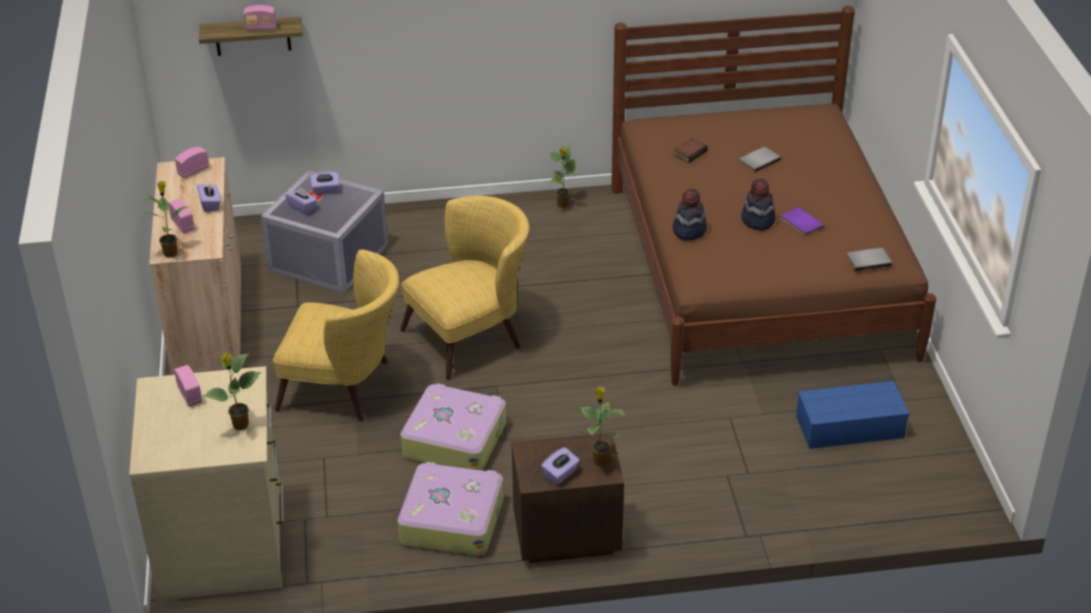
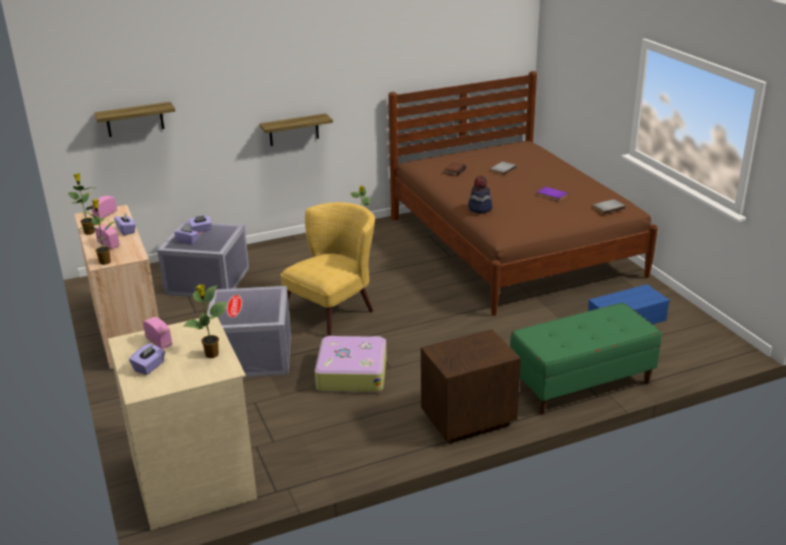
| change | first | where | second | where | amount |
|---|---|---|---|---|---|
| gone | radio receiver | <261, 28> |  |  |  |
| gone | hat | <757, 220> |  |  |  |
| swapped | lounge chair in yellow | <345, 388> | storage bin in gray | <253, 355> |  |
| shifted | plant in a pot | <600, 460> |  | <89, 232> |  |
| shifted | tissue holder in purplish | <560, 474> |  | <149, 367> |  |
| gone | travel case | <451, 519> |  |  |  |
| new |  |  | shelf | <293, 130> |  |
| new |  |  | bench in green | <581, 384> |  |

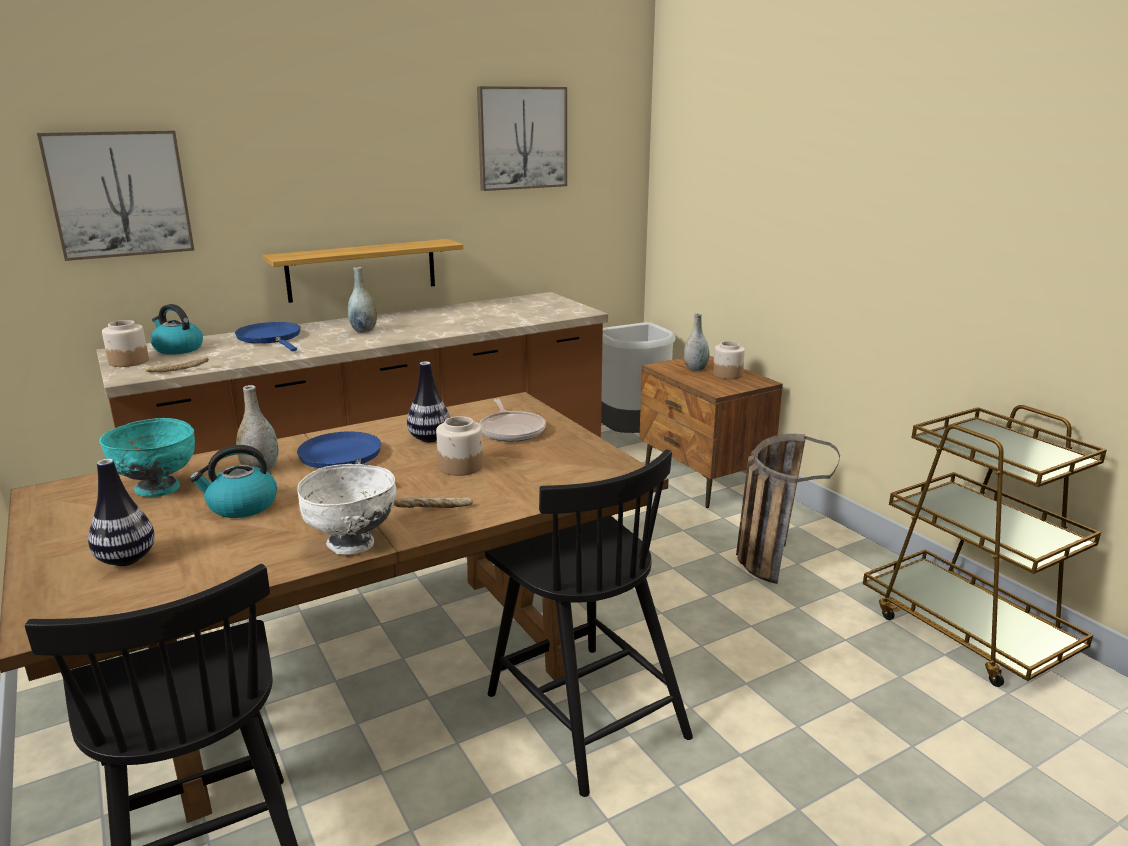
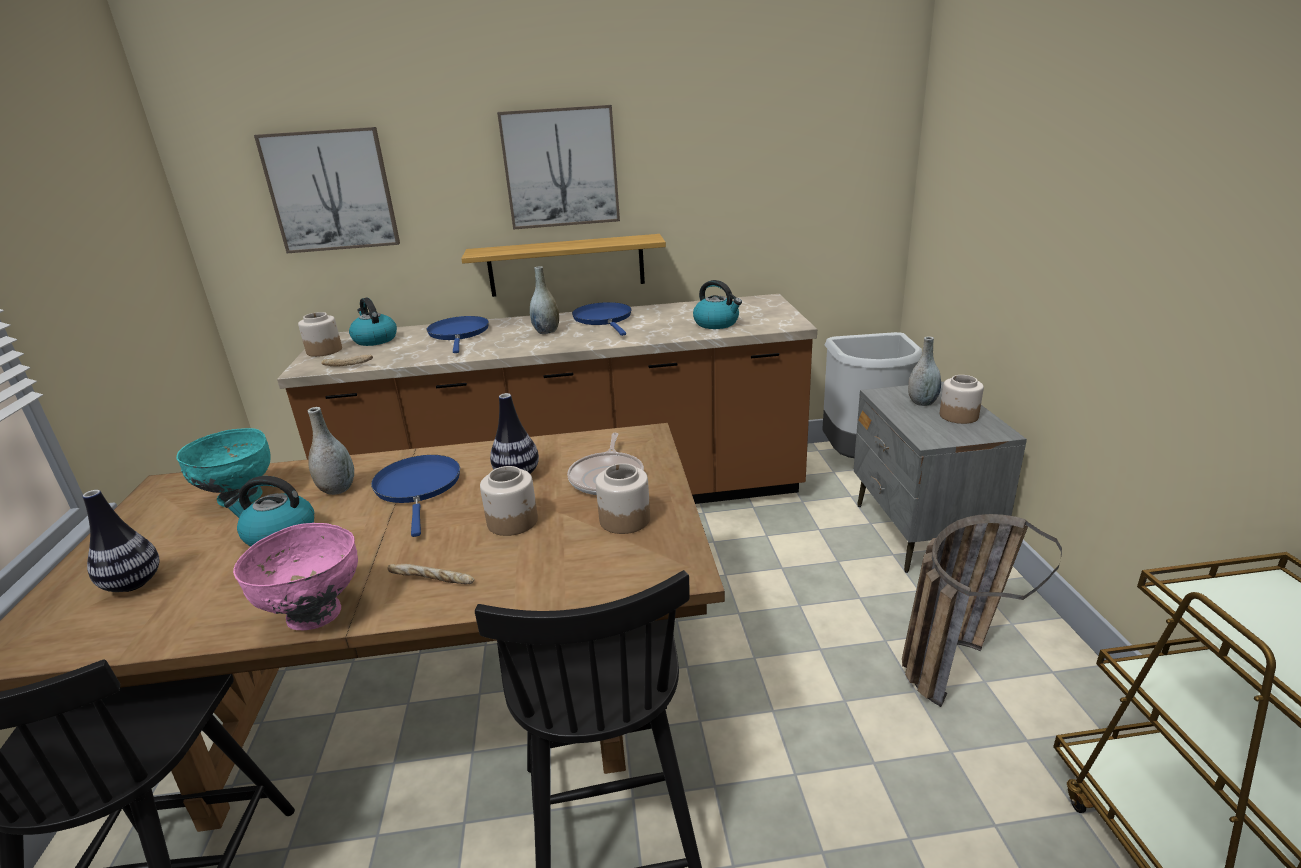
| change | first | where | second | where | amount |
|---|---|---|---|---|---|
| shifted | wall art | <522, 138> |  | <561, 168> |  |
| repainted | night table in brown | <702, 480> | night table in gray | <919, 532> |  |
| repainted | deep dish in white | <352, 545> | deep dish in pink | <315, 615> |  |
| new |  |  | water kettle | <717, 323> |  |
| new |  |  | pan in blue-coloured | <604, 319> |  |
| new |  |  | storage jar | <624, 519> |  |

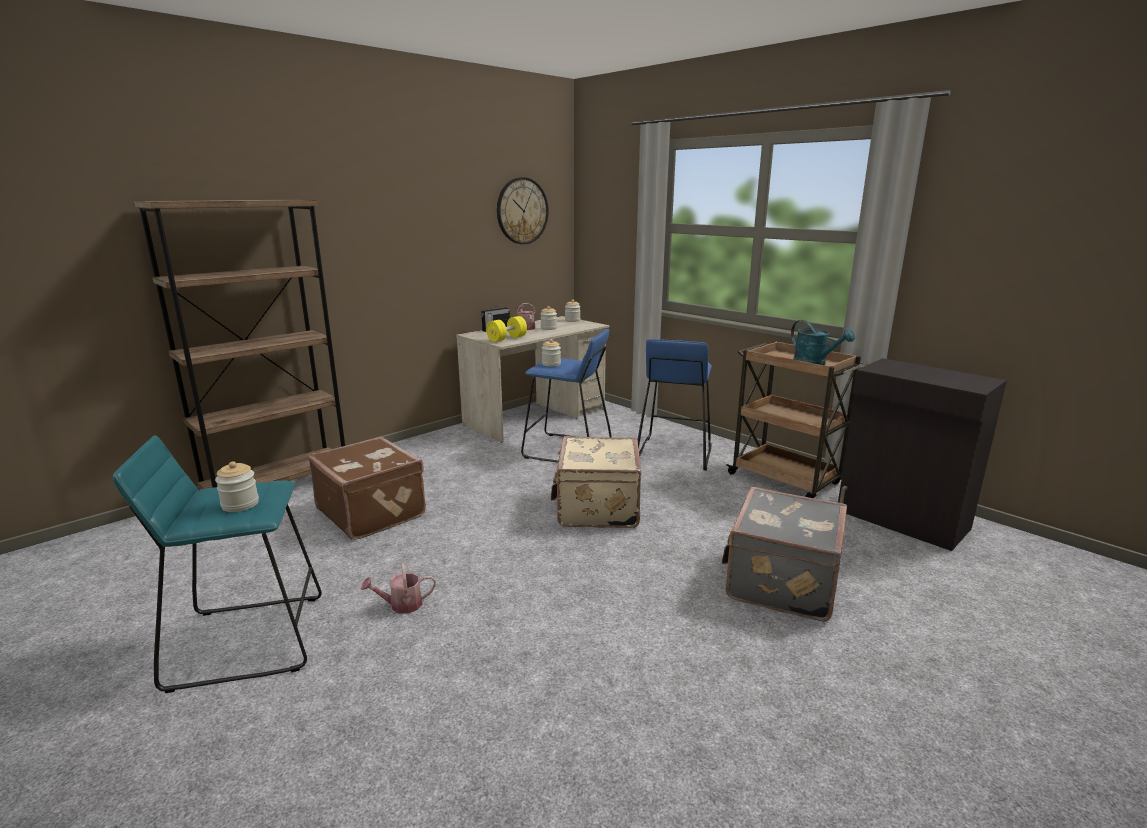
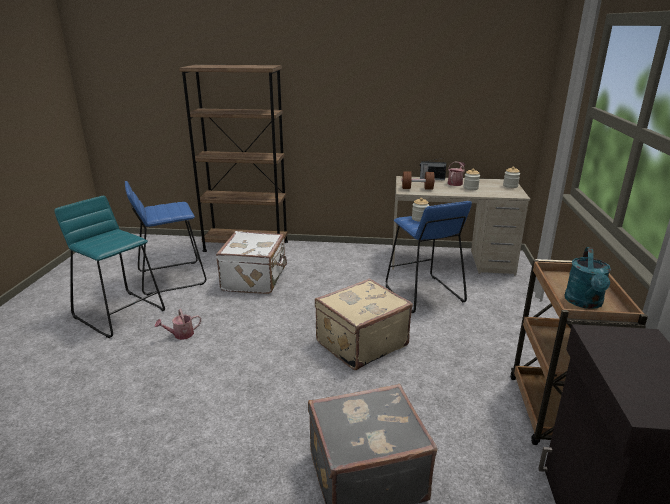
| change | first | where | second | where | amount |
|---|---|---|---|---|---|
| gone | wall clock | <522, 211> |  |  |  |
| repainted | free weight in yellow | <507, 339> | free weight in brown | <417, 188> |  |
| shifted | stool in blue-coloured | <673, 453> |  | <171, 277> |  |
| repainted | travel case in brown | <372, 512> | travel case in white | <255, 279> |  |
| gone | storage jar | <240, 504> |  |  |  |
| rotated | watering pot | <401, 605> |  | <180, 335> | 60 degrees counterclockwise |

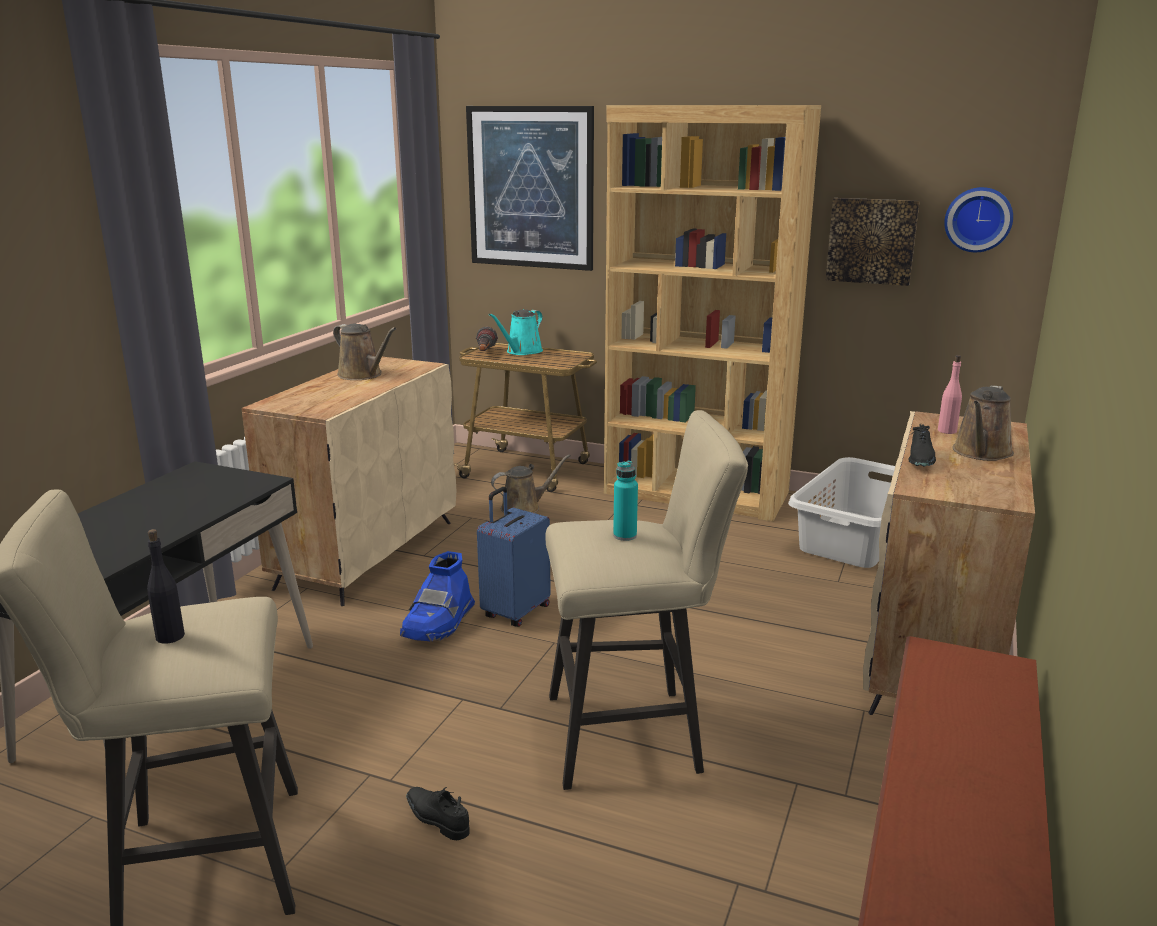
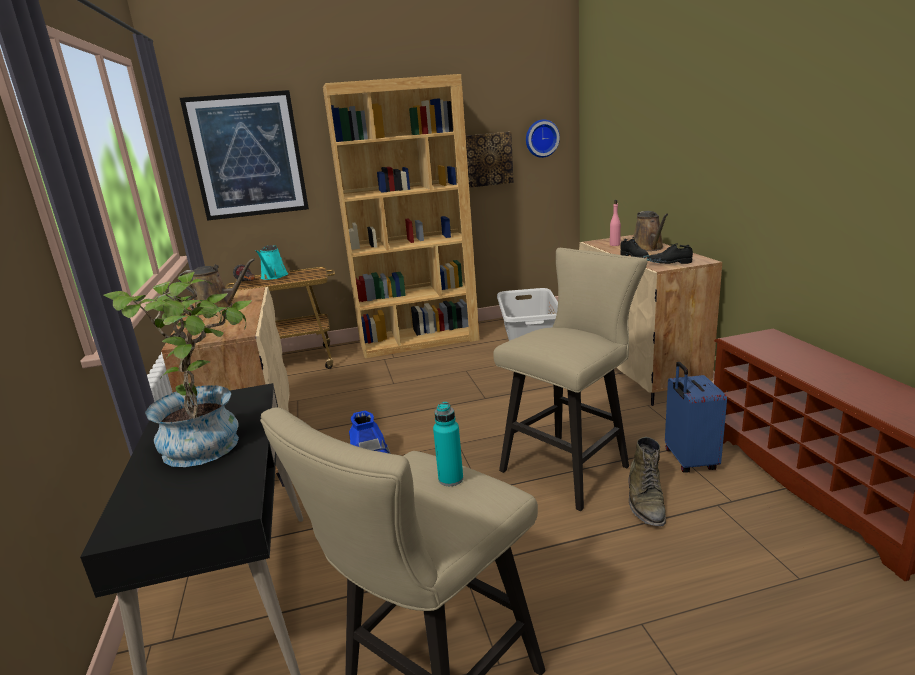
| change | first | where | second | where | amount |
|---|---|---|---|---|---|
| gone | watering pot in brown | <524, 507> |  |  |  |
| shifted | bottle in turquoise-coloured | <625, 536> |  | <451, 479> |  |
| shifted | travel case in blue-coloured | <515, 612> |  | <689, 461> |  |
| gone | bottle in blackish | <170, 636> |  |  |  |
| shifted | shoe in blackish | <437, 819> |  | <669, 263> |  |
| new |  |  | plant in a pot | <211, 441> |  |
| new |  |  | tall boot in green | <645, 501> |  |

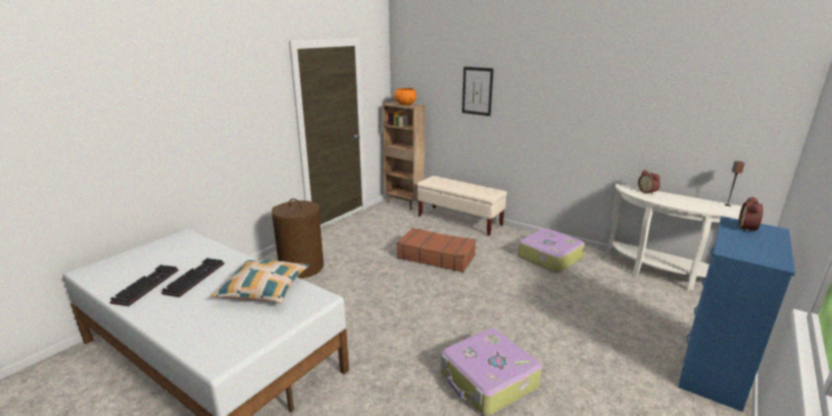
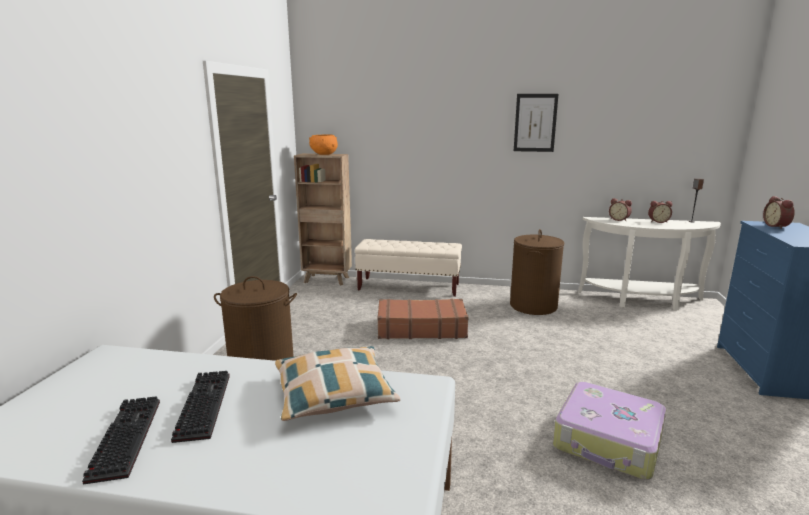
| change | first | where | second | where | amount |
|---|---|---|---|---|---|
| shifted | wall art | <477, 91> |  | <535, 123> |  |
| swapped | travel case | <548, 257> | washing basket in brown | <533, 306> |  |
| new |  |  | bedside clock | <658, 221> |  |

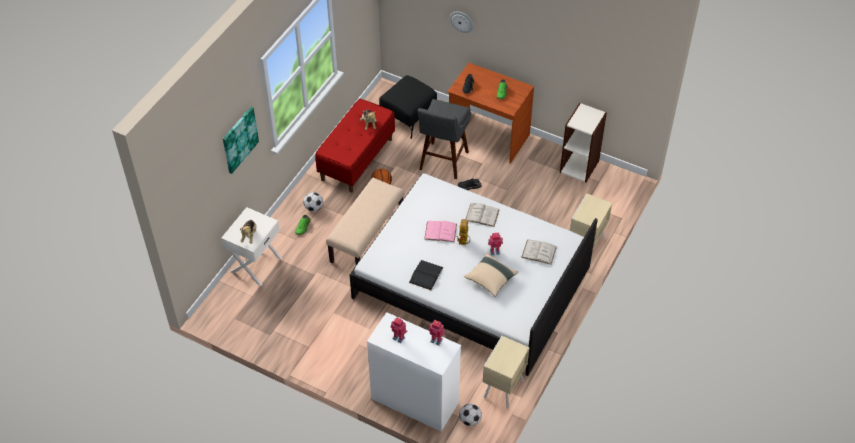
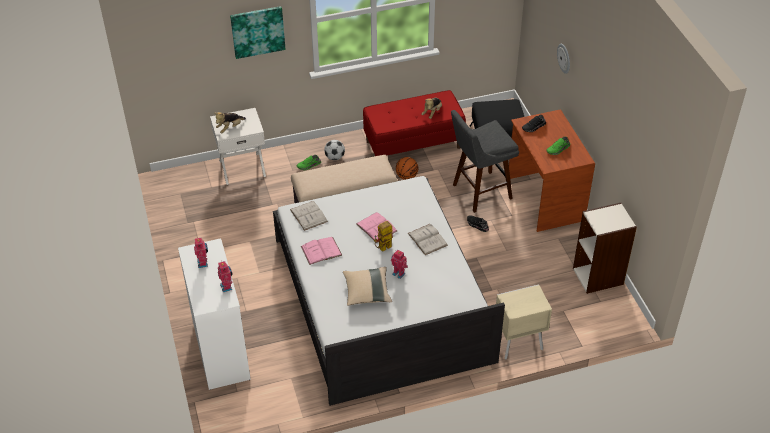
| change | first | where | second | where | amount |
|---|---|---|---|---|---|
| shifted | book in white | <539, 252> |  | <308, 215> |  |
| repainted | book in blackish | <426, 275> | book in pink | <321, 251> |  |
| gone | night table in beige | <502, 389> |  |  |  |
| gone | football ball | <470, 420> |  |  |  |

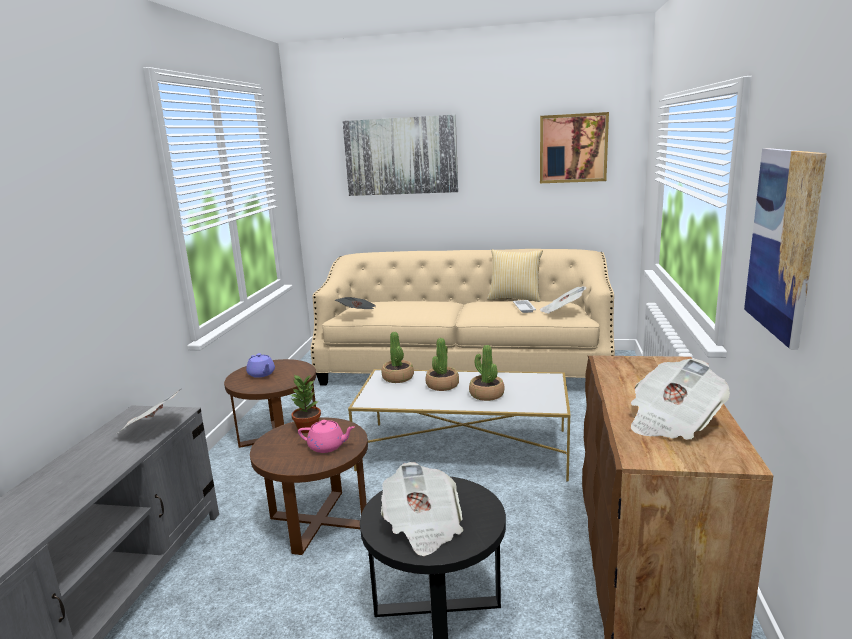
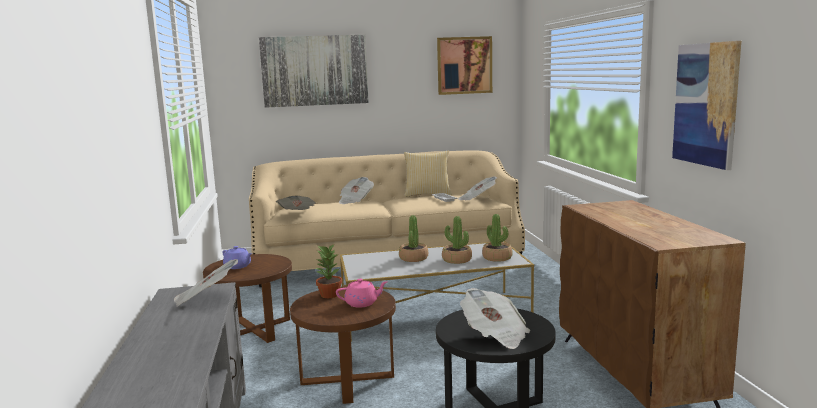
| change | first | where | second | where | amount |
|---|---|---|---|---|---|
| shifted | plant in a pot | <398, 378> |  | <497, 258> |  |
| shifted | newspaper | <672, 422> |  | <355, 200> |  |

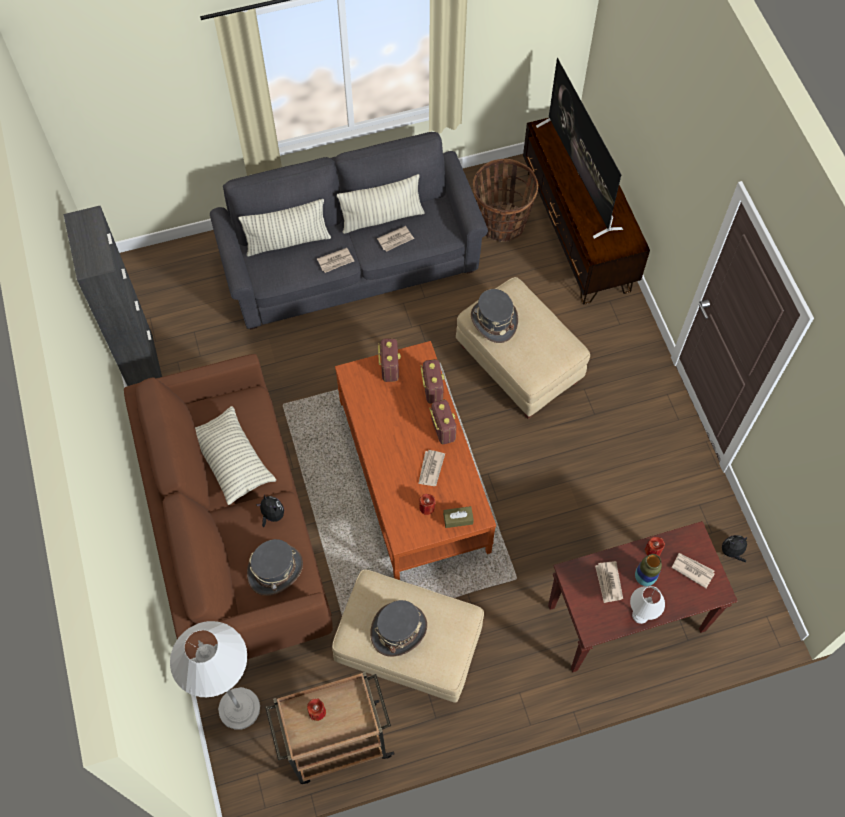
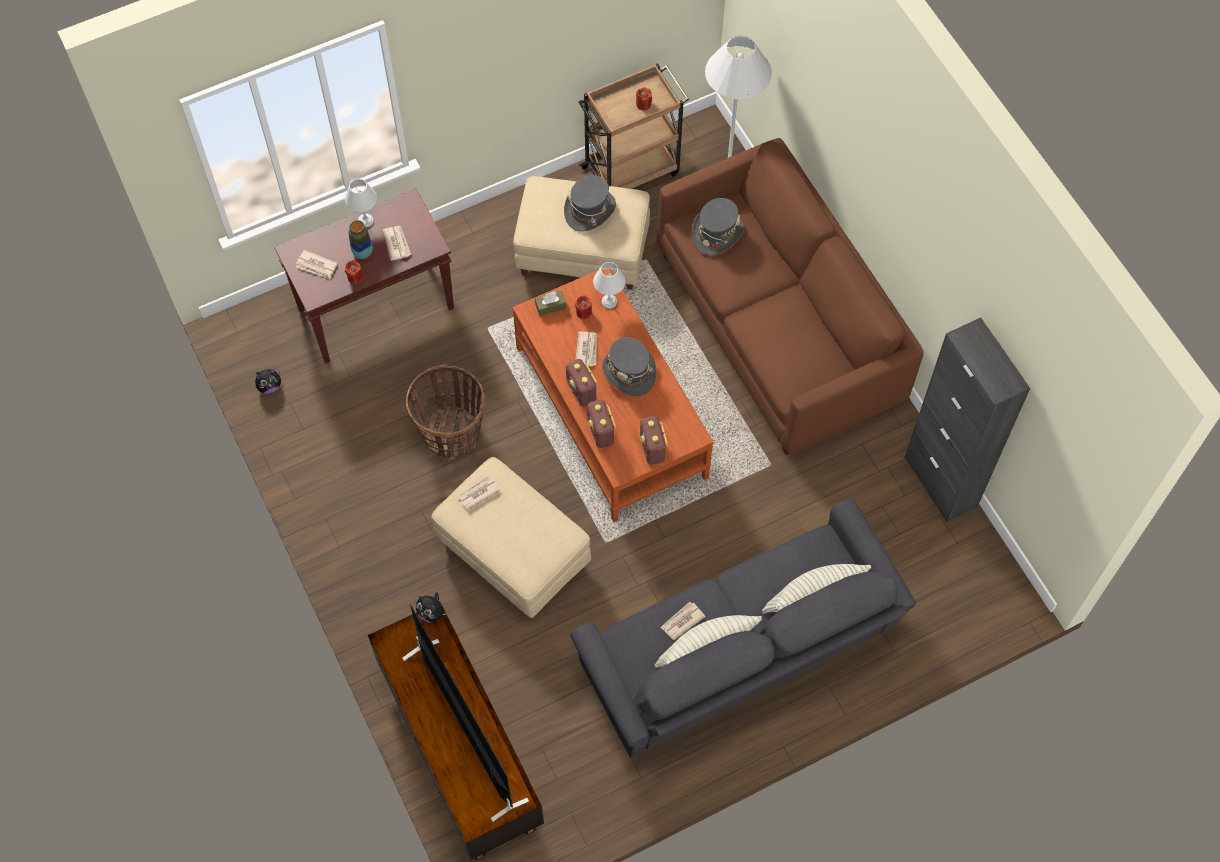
| change | first | where | second | where | amount |
|---|---|---|---|---|---|
| shifted | storage basket | <501, 223> |  | <451, 434> |  |
| shifted | newspaper | <336, 261> |  | <478, 493> |  |
| shifted | hat in gray | <493, 321> |  | <629, 372> |  |
| gone | pillow | <232, 460> |  |  |  |
| shifted | plush toy | <272, 515> |  | <432, 613> |  |
| new |  |  | table lamp in white | <610, 302> |  |

